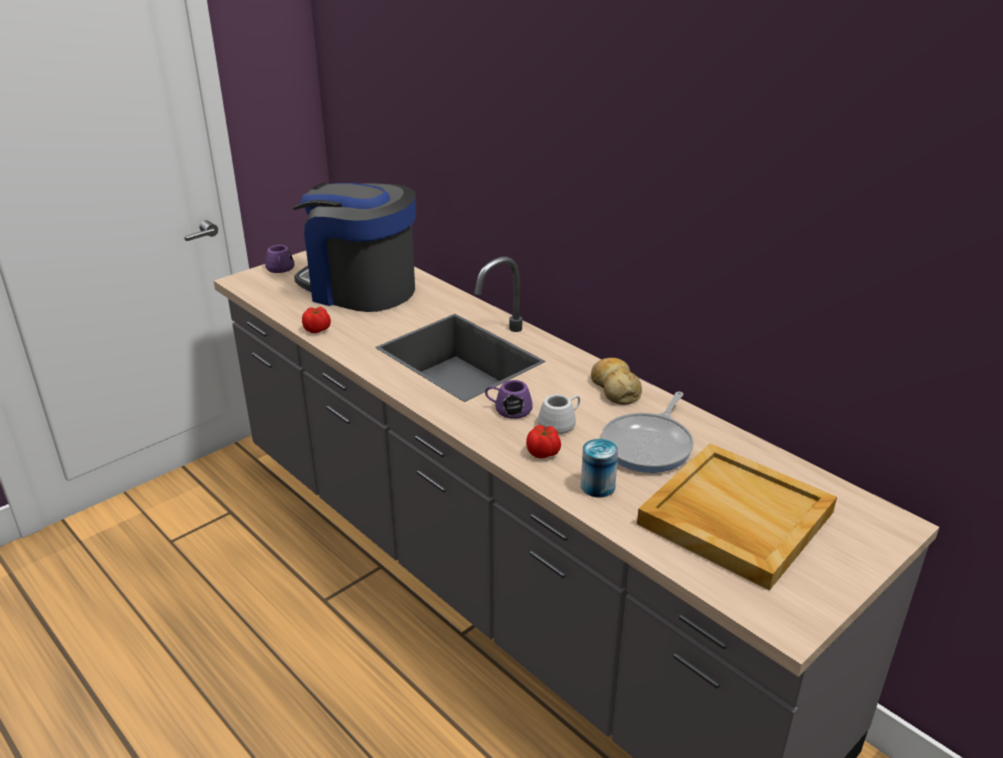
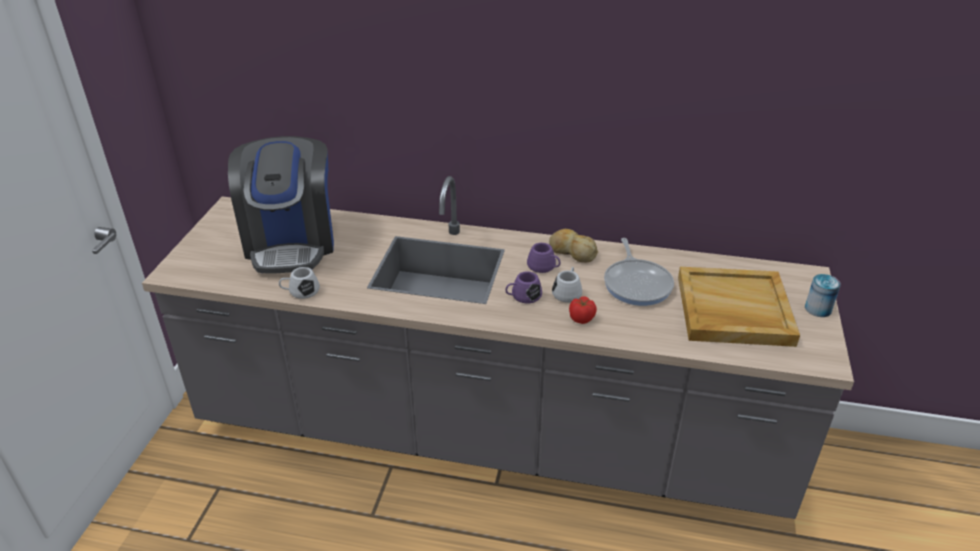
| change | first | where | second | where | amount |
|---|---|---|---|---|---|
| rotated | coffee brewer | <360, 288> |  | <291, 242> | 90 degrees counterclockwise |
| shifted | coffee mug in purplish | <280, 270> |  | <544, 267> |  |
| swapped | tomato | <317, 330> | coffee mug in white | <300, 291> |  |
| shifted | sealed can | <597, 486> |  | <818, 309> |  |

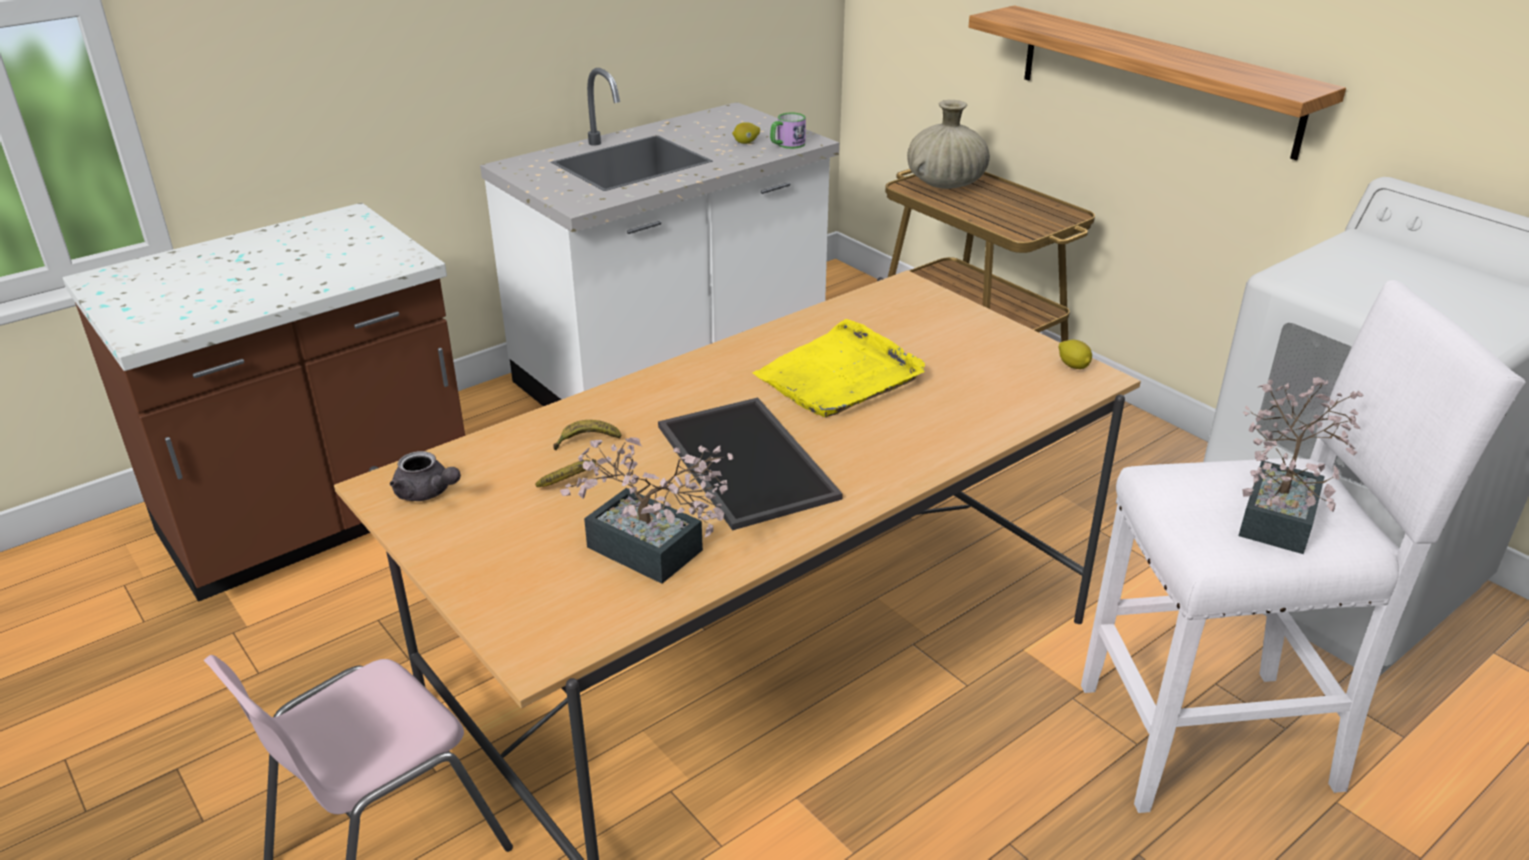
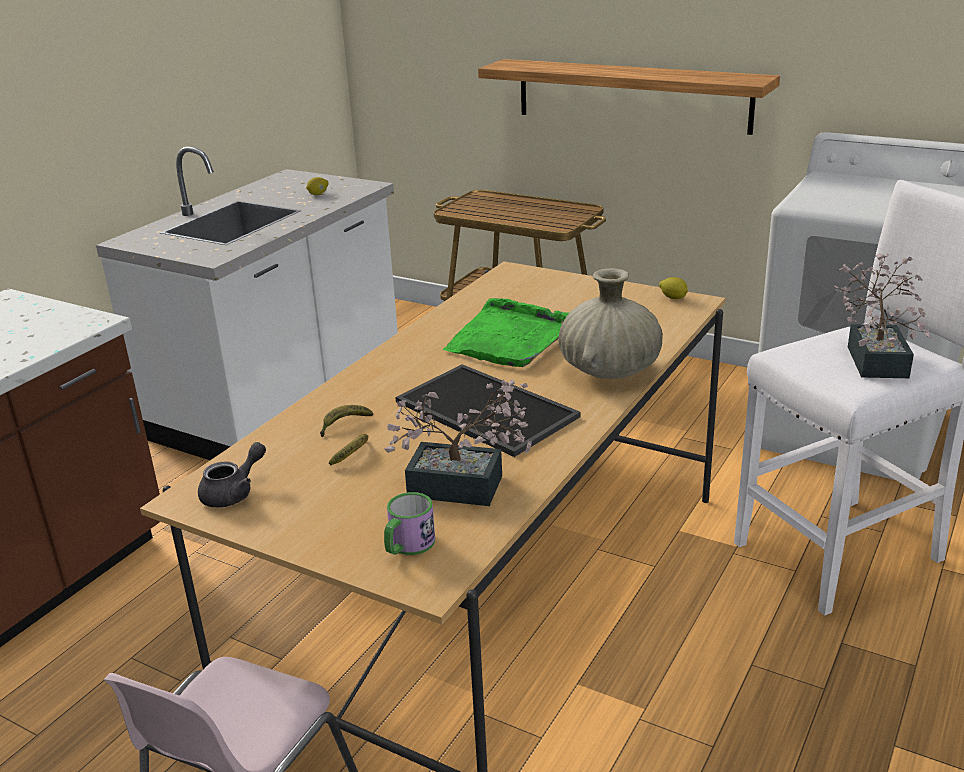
| change | first | where | second | where | amount |
|---|---|---|---|---|---|
| shifted | flower vase in beige | <945, 184> |  | <609, 371> |  |
| shifted | coffee mug | <787, 145> |  | <407, 546> |  |
| repainted | carrying tray in yellow | <840, 376> | carrying tray in green | <510, 338> |  |
| rotated | tea pot in gray | <427, 493> |  | <234, 493> | 60 degrees counterclockwise |

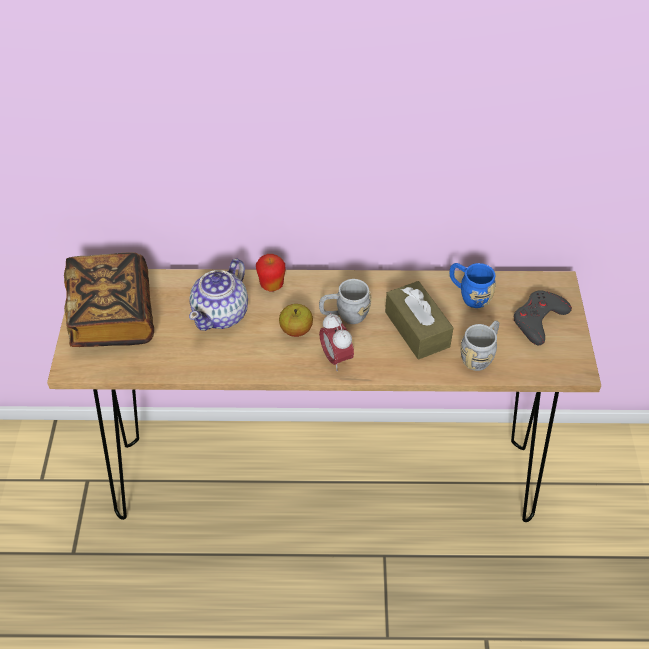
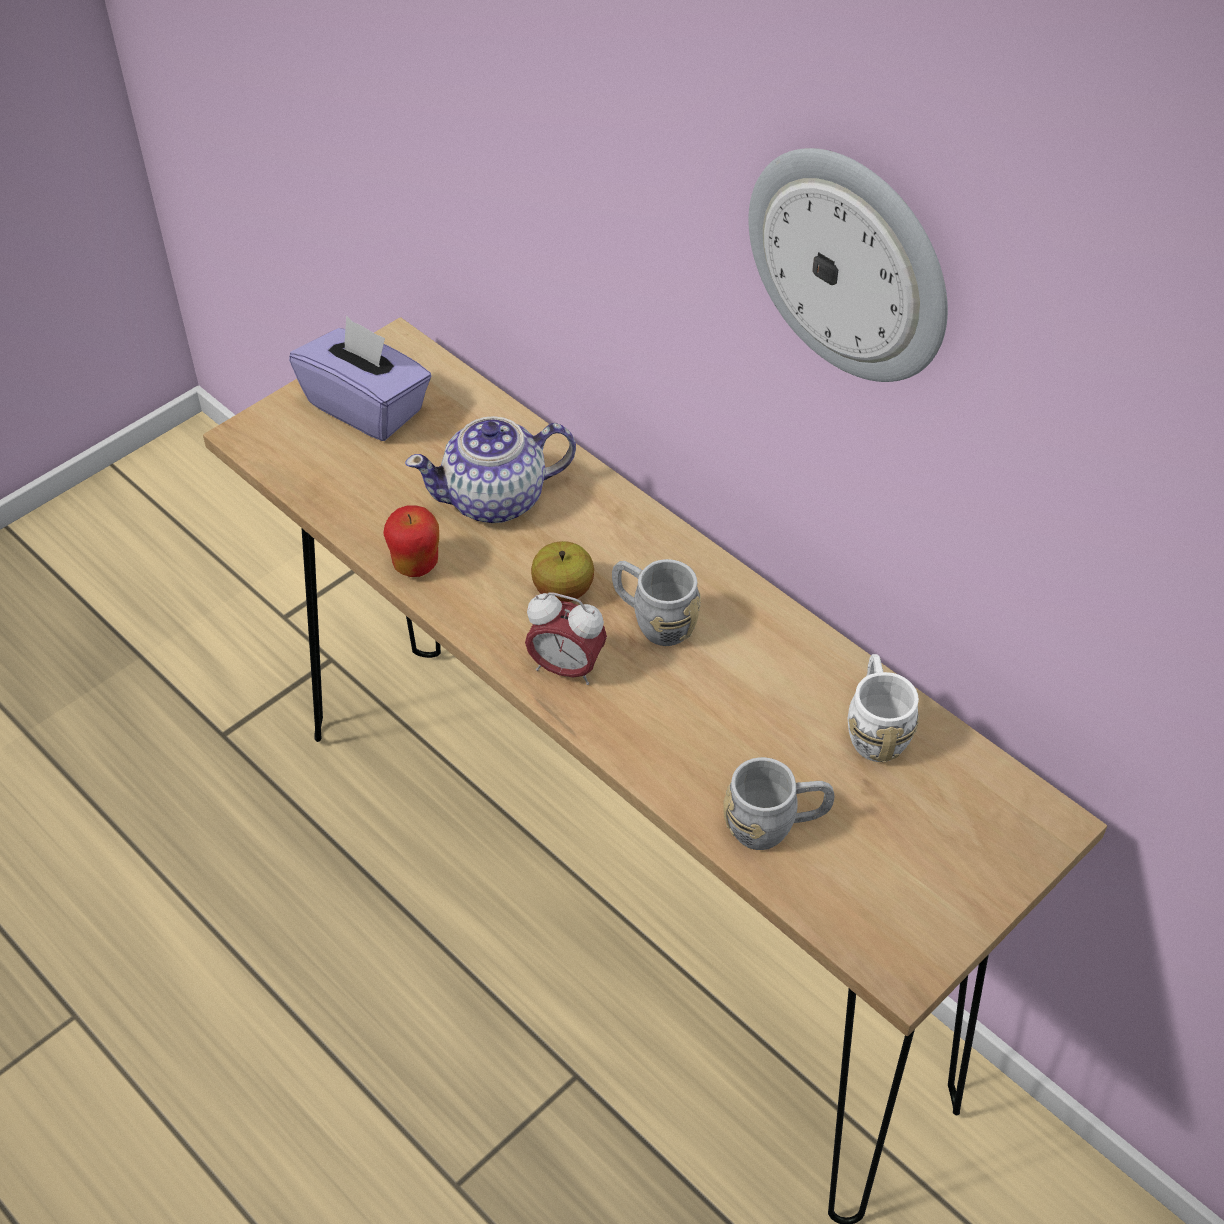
| change | first | where | second | where | amount |
|---|---|---|---|---|---|
| swapped | book | <112, 316> | tissue holder in purplish | <367, 407> |  |
| shifted | whole apple | <271, 285> |  | <416, 566> |  |
| repainted | coffee mug in blue-coloured | <469, 295> | coffee mug in white | <875, 728> |  |
| gone | tissue holder in brown | <417, 329> |  |  |  |
| gone | gamepad in gray | <538, 320> |  |  |  |
| rotated | bedside clock | <336, 358> |  | <566, 668> | 90 degrees counterclockwise |
| new |  |  | wall clock | <851, 264> |  |

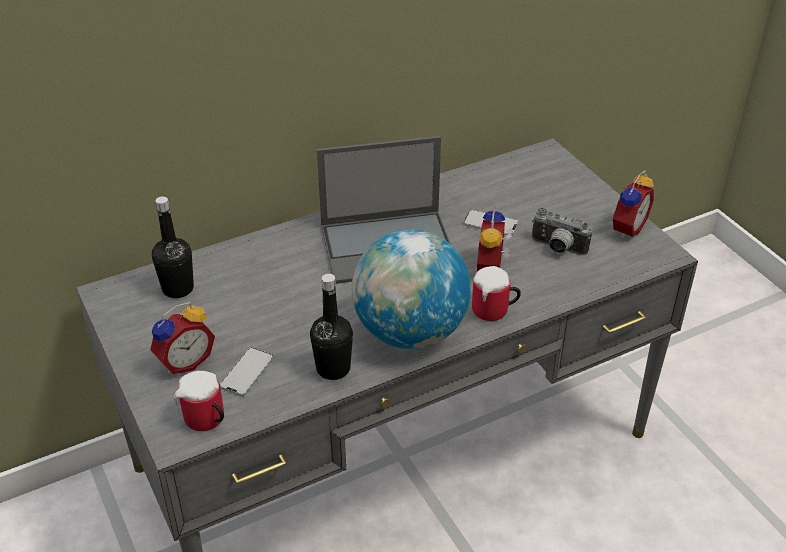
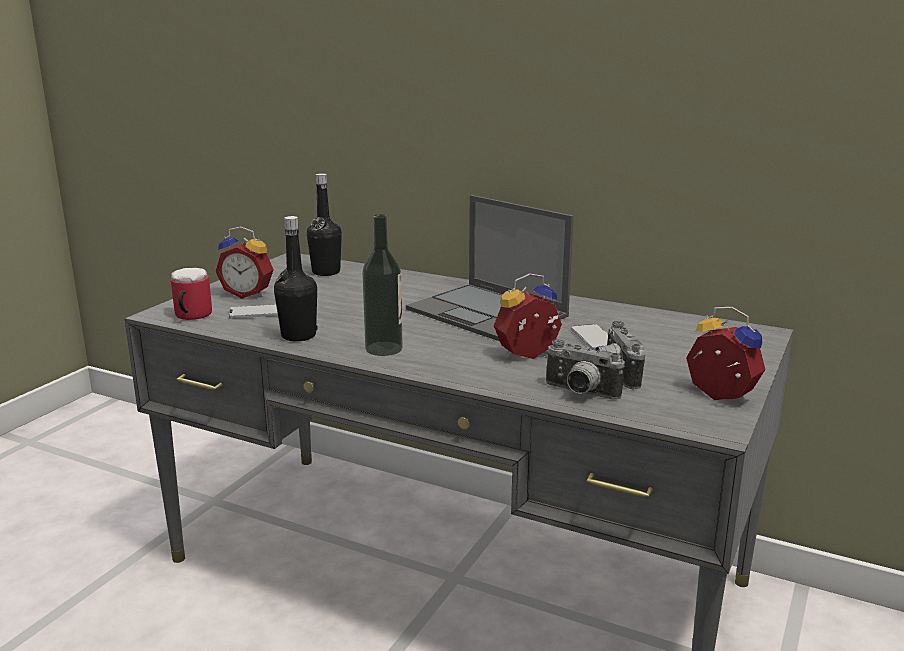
| change | first | where | second | where | amount |
|---|---|---|---|---|---|
| rotated | bedside clock | <625, 228> |  | <718, 397> | 135 degrees counterclockwise |
| swapped | desk globe | <410, 332> | bottle | <384, 349> |  |
| gone | coffee mug | <494, 311> |  |  |  |
| new |  |  | still camera | <579, 393> |  |

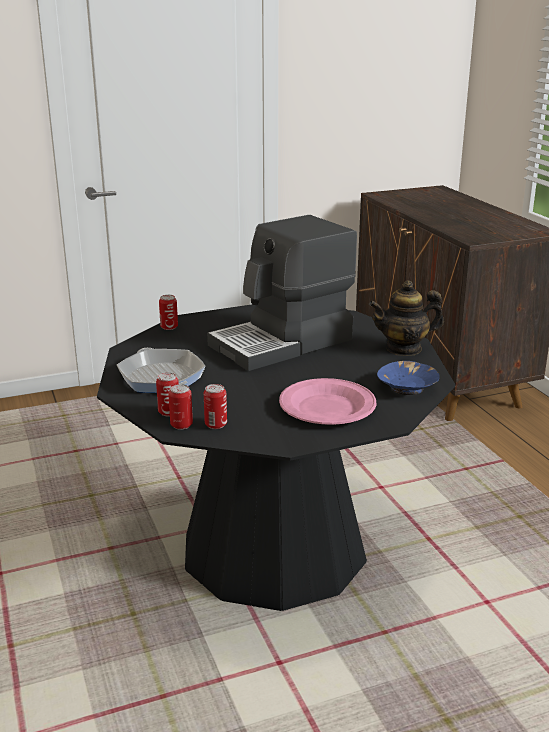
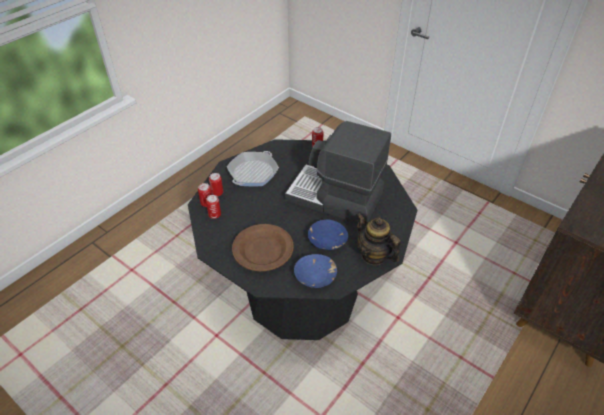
| change | first | where | second | where | amount |
|---|---|---|---|---|---|
| repainted | plate in pink | <328, 407> | plate in brown | <263, 250> |  |
| new |  |  | deep dish in blue-coloured | <327, 241> |  |

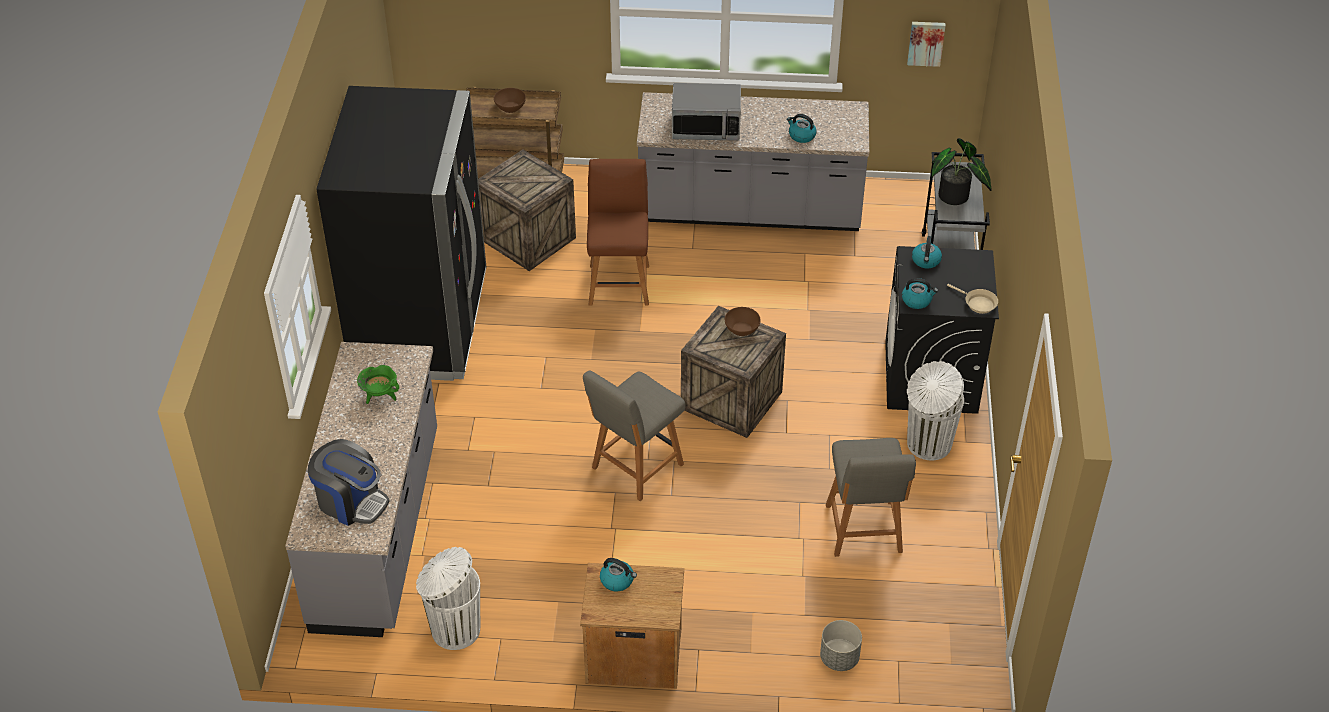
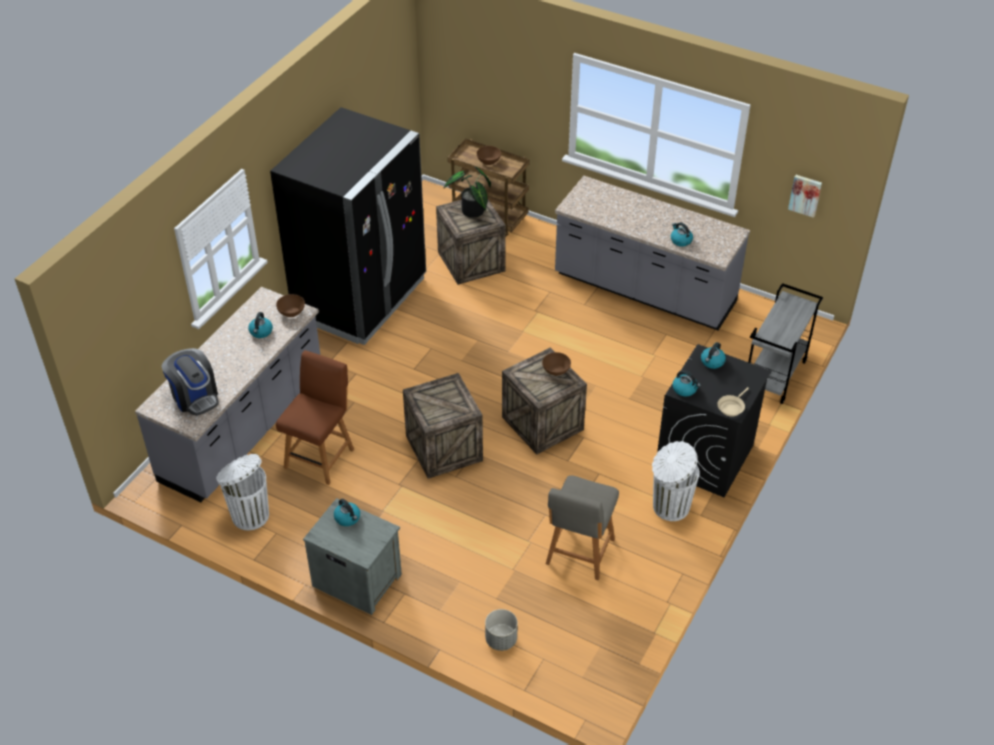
| change | first | where | second | where | amount |
|---|---|---|---|---|---|
| gone | microwave | <706, 127> |  |  |  |
| shifted | plant in a pot | <955, 198> |  | <472, 212> |  |
| shifted | plain chair in brown | <619, 282> |  | <320, 456> |  |
| rotated | pan in beige | <978, 303> |  | <731, 407> | 60 degrees clockwise |
| swapped | cooking pot in green | <380, 396> | water kettle | <261, 332> |  |
| swapped | plain chair in gray | <635, 468> | packing crate | <442, 448> |  |
| repainted | night table in brown | <632, 655> | night table in gray | <356, 579> |  |
| new |  |  | deep dish in brown | <291, 312> |  |

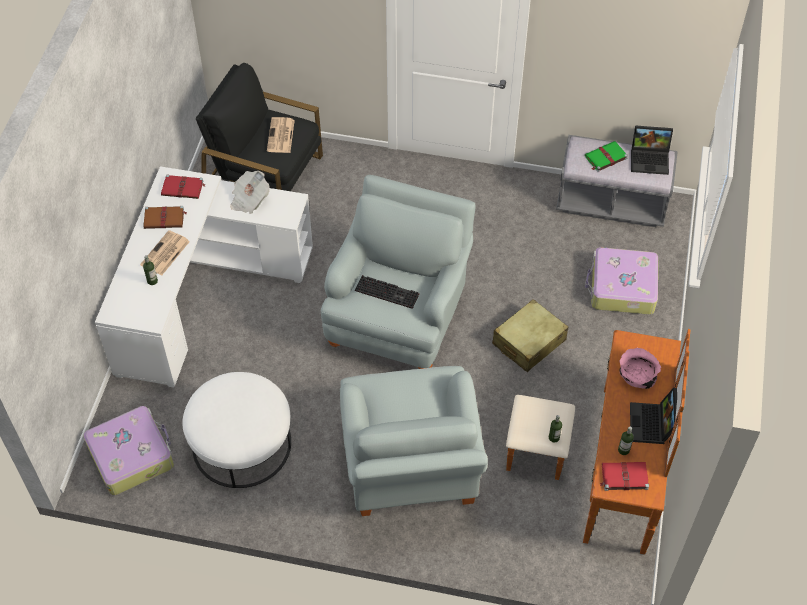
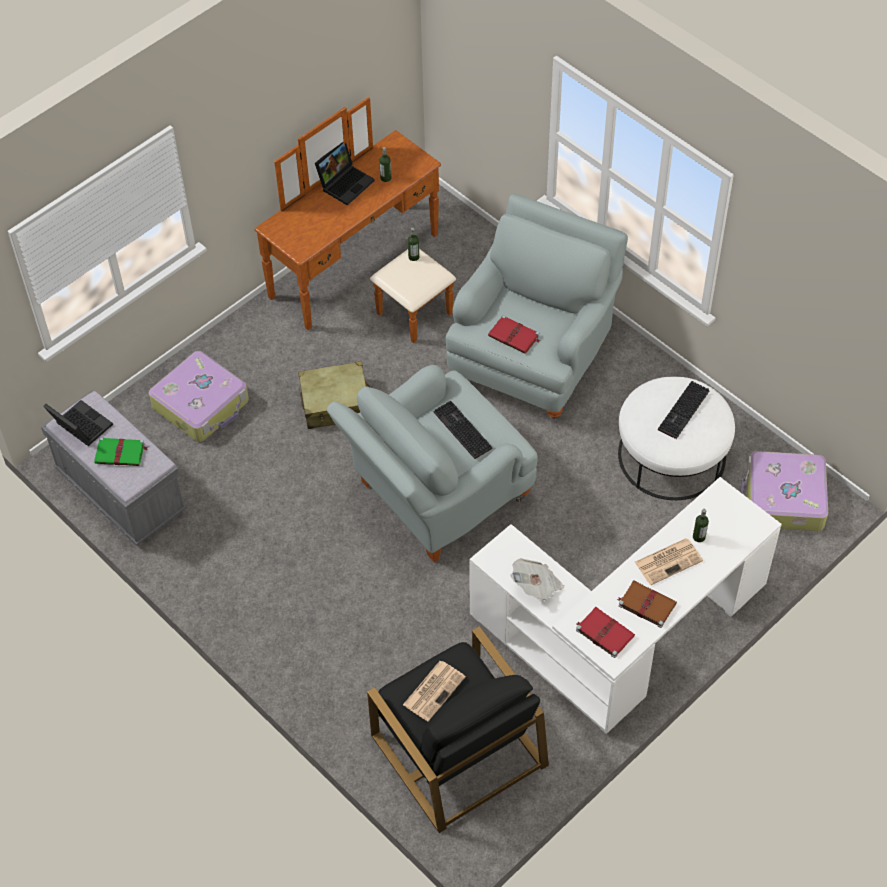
| change | first | where | second | where | amount |
|---|---|---|---|---|---|
| gone | deep dish in pink | <636, 374> |  |  |  |
| shifted | book in red | <623, 477> |  | <514, 336> |  |
| new |  |  | keyboard | <684, 412> |  |

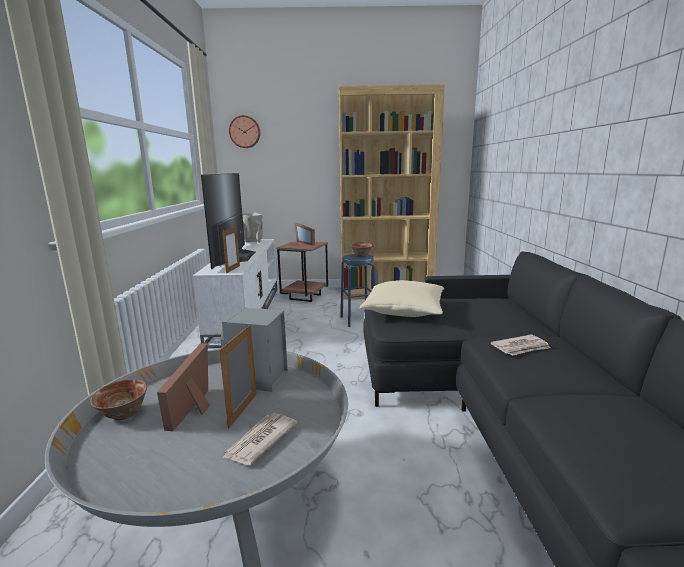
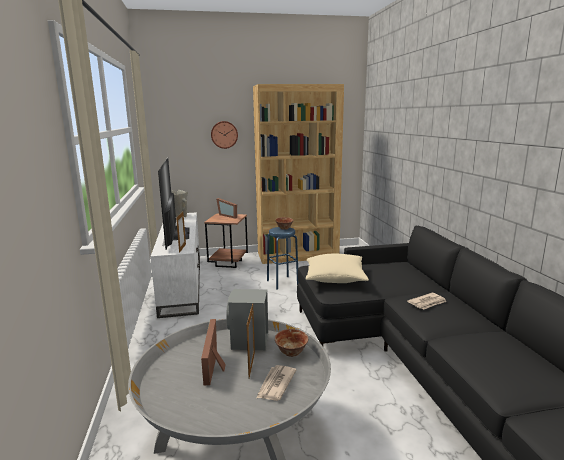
| change | first | where | second | where | amount |
|---|---|---|---|---|---|
| shifted | wall clock | <245, 132> |  | <224, 134> |  |
| shifted | deep dish | <124, 414> |  | <291, 352> |  |

